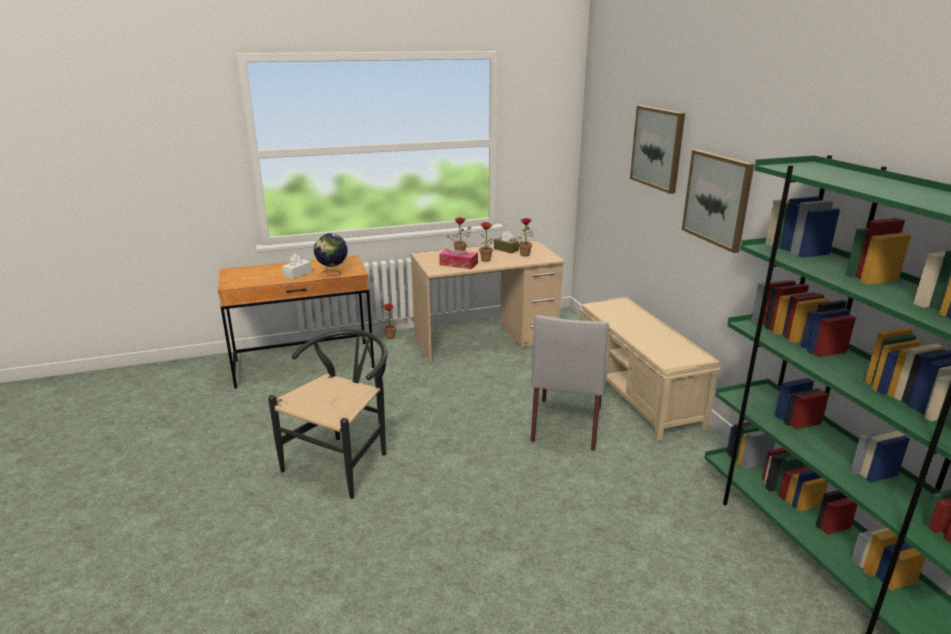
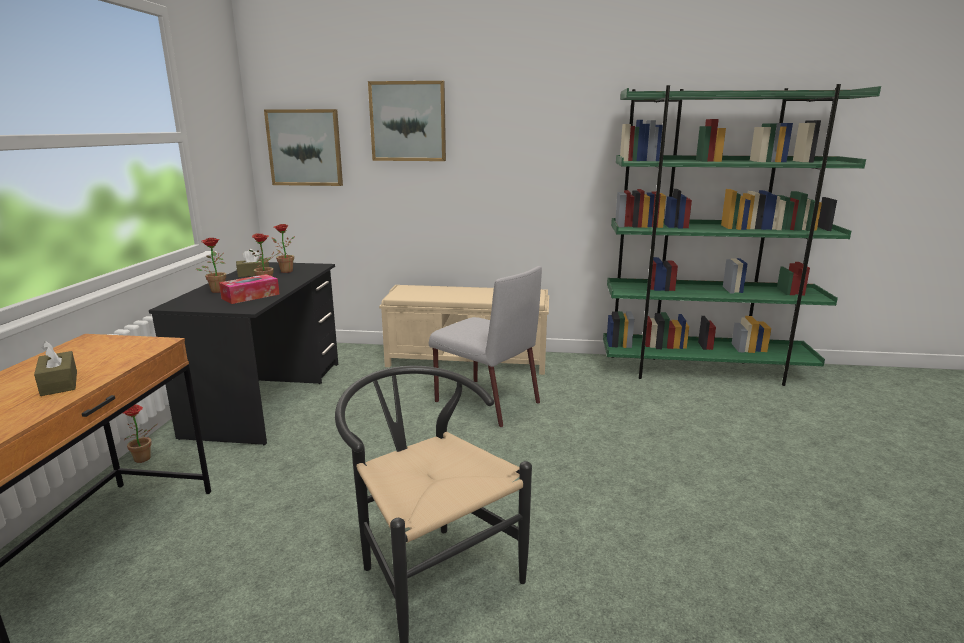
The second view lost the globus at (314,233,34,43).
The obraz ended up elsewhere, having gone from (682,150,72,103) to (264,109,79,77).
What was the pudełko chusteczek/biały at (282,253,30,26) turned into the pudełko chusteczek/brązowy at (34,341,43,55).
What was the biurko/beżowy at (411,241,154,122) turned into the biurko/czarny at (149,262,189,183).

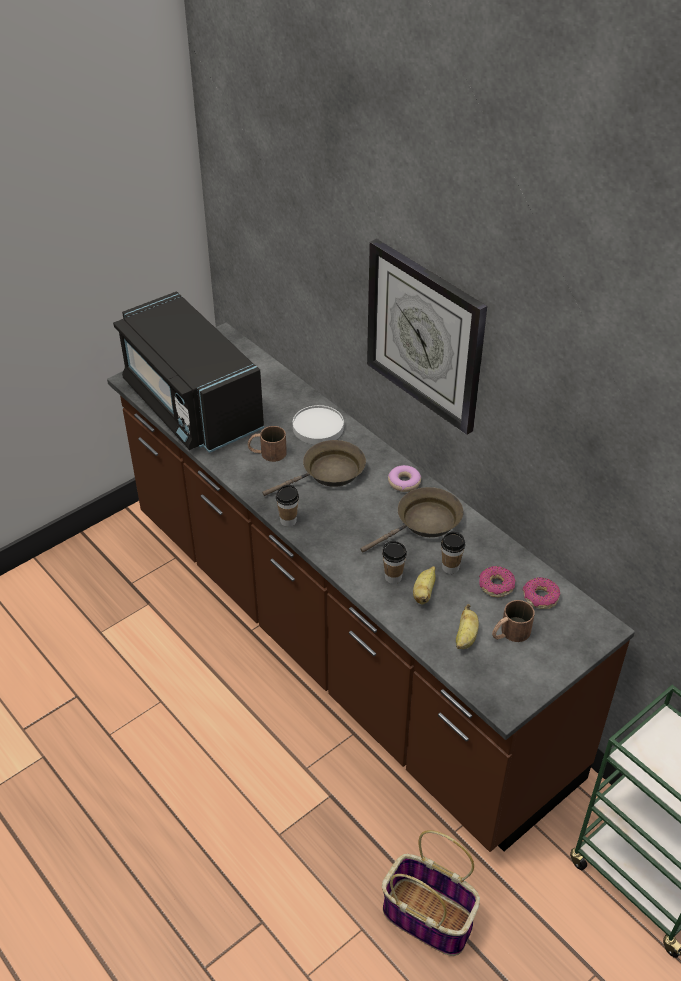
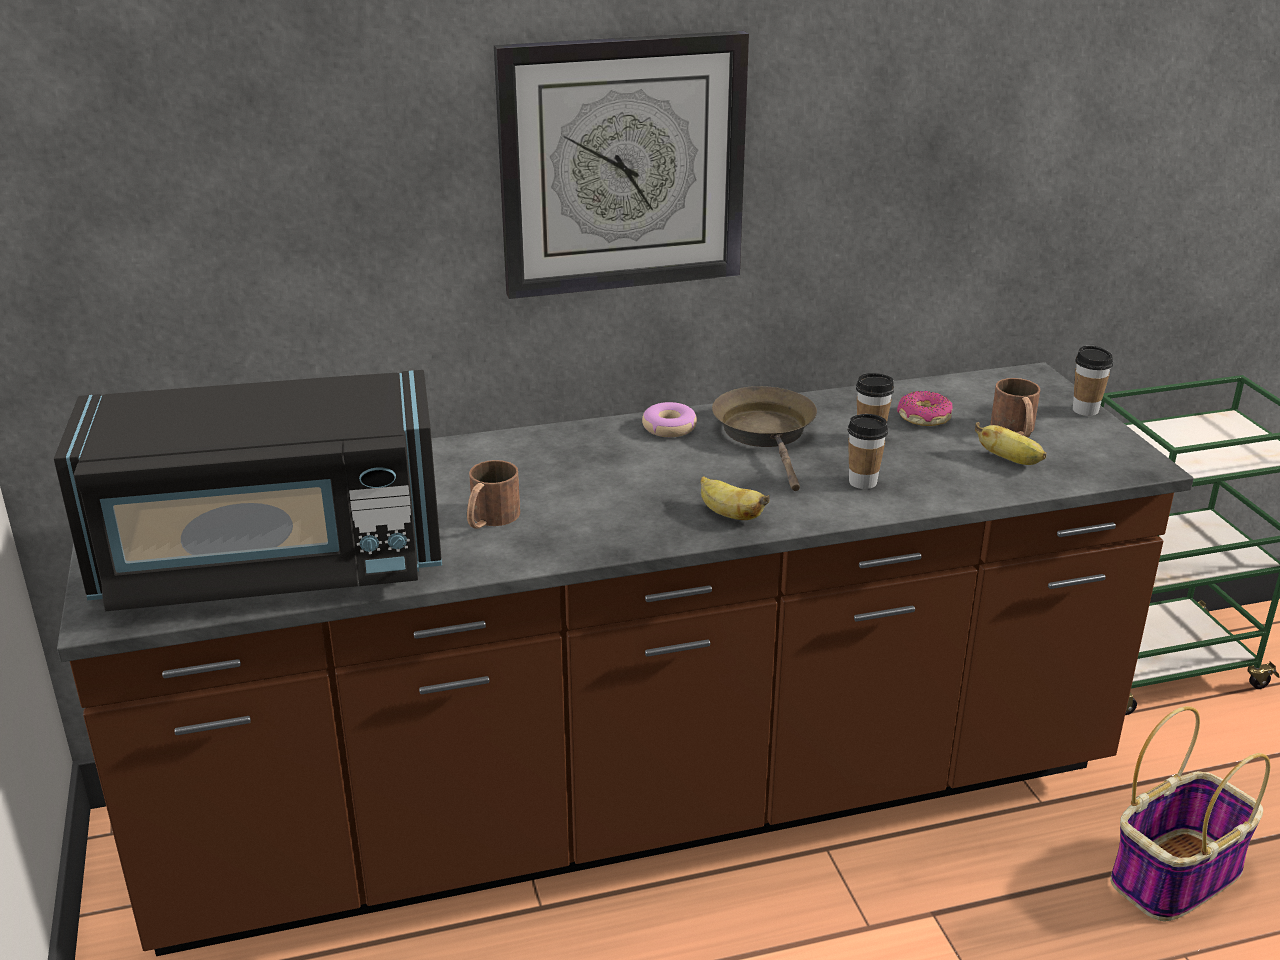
The second view lost the patelnia/brązowy at (262,440,104,56).
The second view lost the talerz/biały at (293,405,51,40).
The second view lost the donut at (523,577,37,32).
The filiżanka ended up elsewhere, having gone from (276,485,23,42) to (1073,346,40,70).
The banan ended up elsewhere, having gone from (413,566,23,39) to (700,476,70,44).

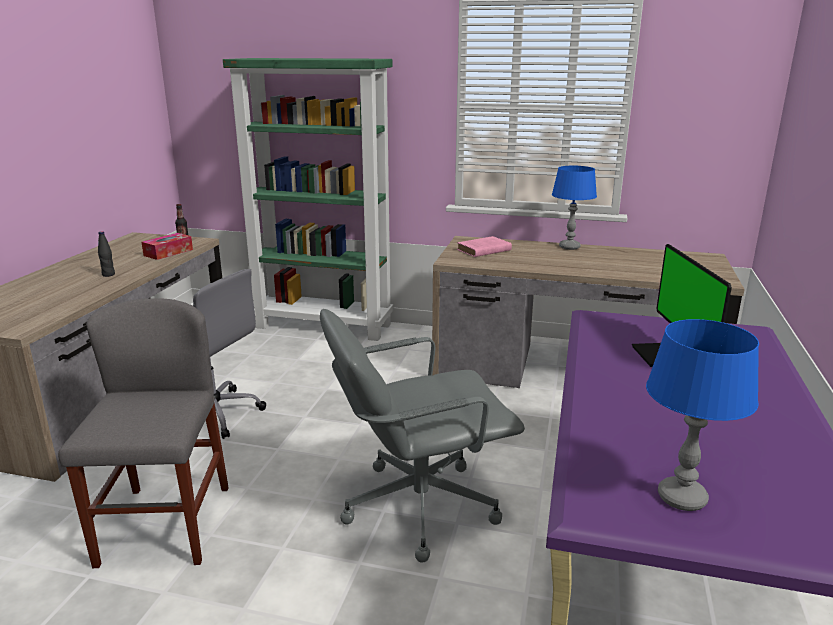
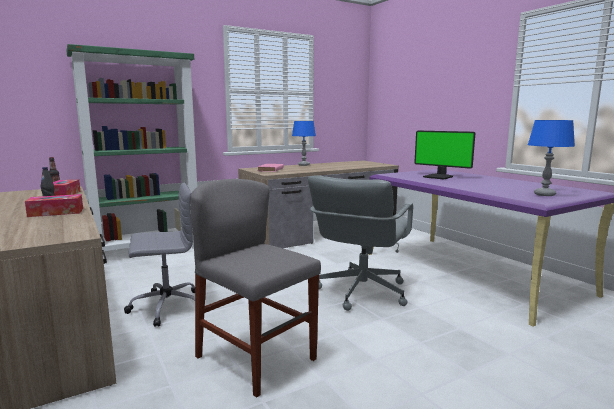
The second view gained the pudełko chusteczek at (25,194,58,23).

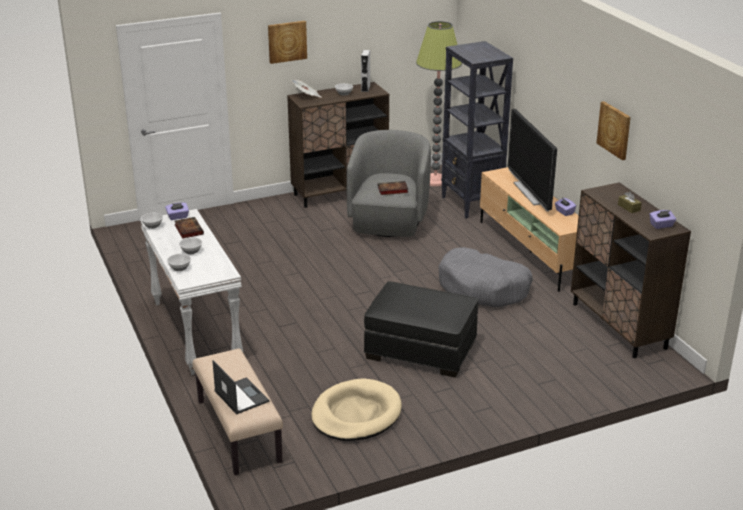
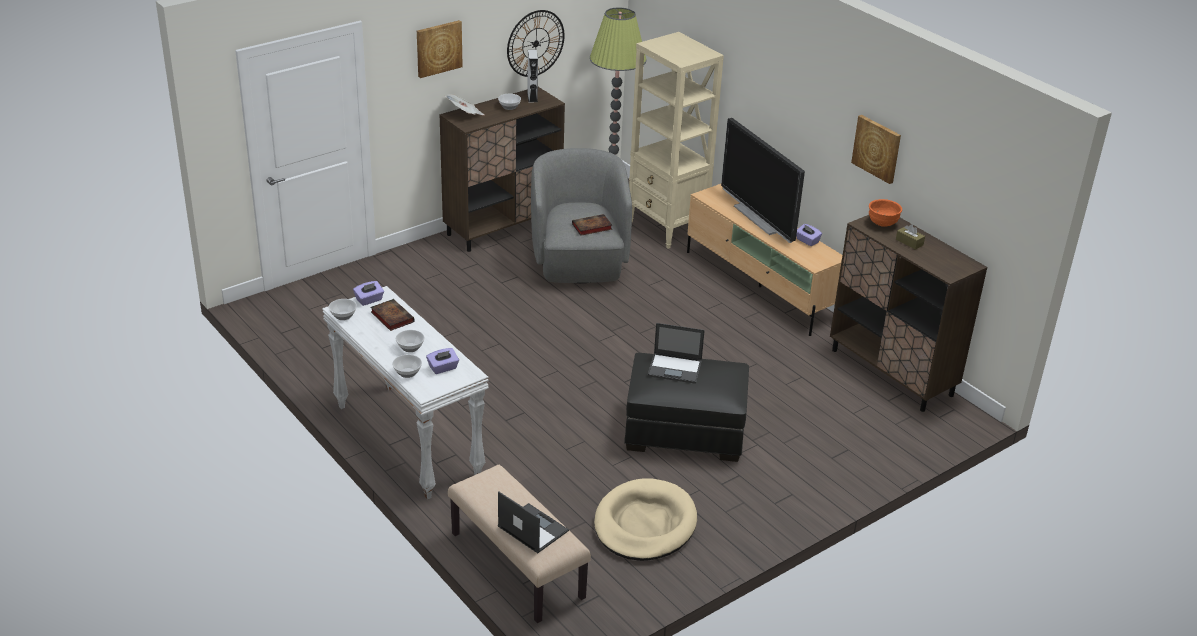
The second view lost the legowisko/szary at (439,247,94,60).
The second view gained the zegar ścienny at (507,10,57,67).
The second view gained the laptop at (648,323,57,61).
The second view gained the miska/pomarańczowy at (869,199,33,28).
The pudełko chusteczek/fioletowy ended up elsewhere, having gone from (650,210,26,19) to (426,348,33,26).
What was the regał/czarny at (441,41,72,178) turned into the regał/beżowy at (629,32,95,217).

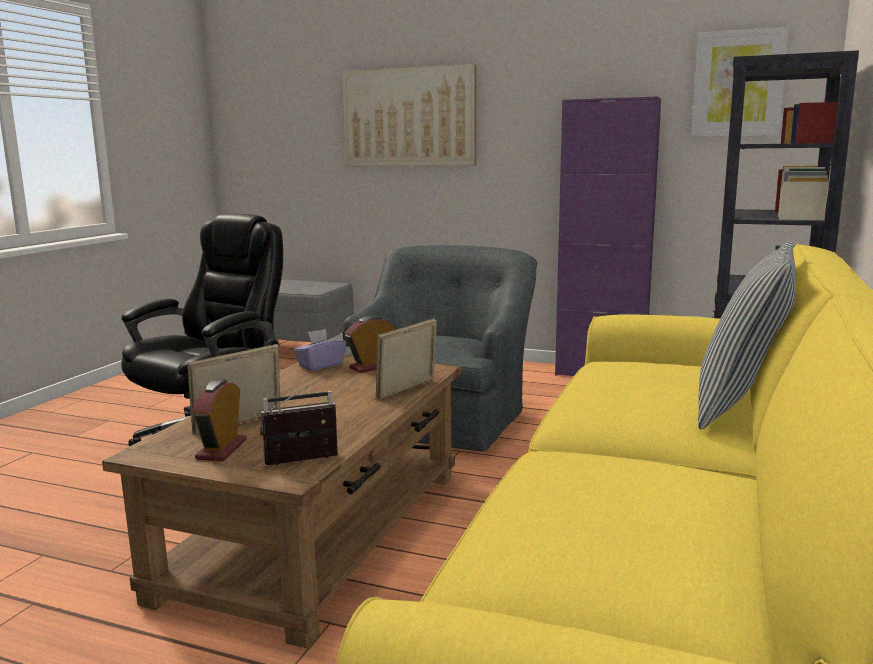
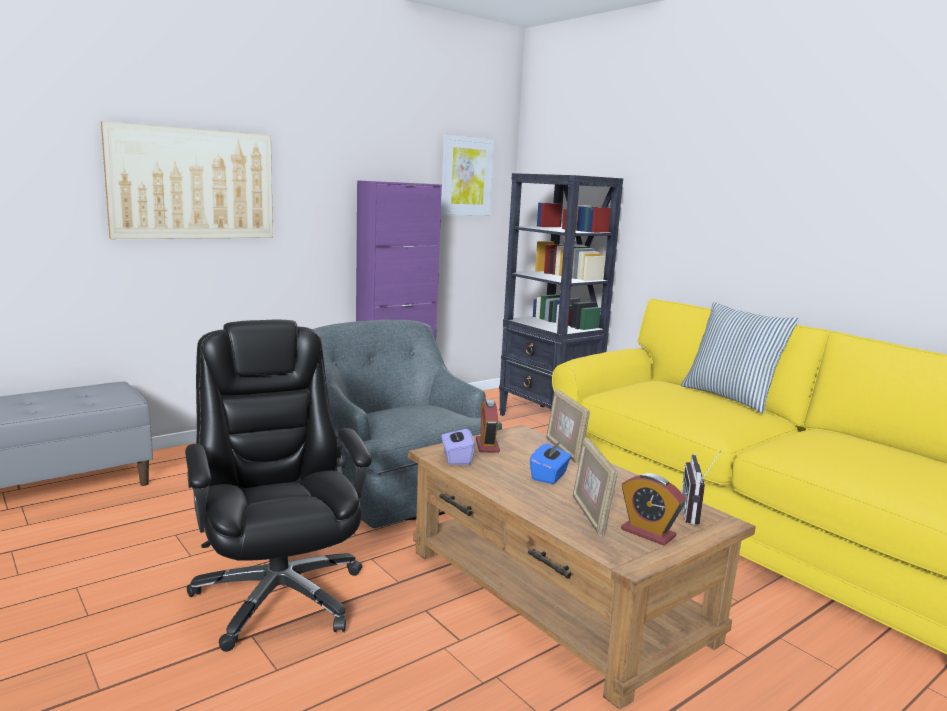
The second view gained the pudełko chusteczek/niebieski at (530,441,41,43).

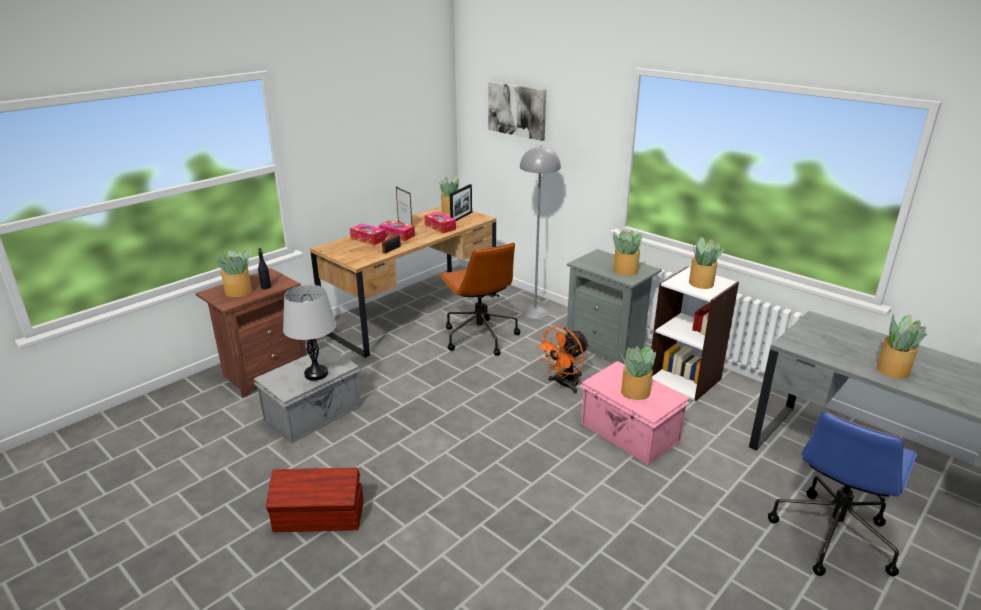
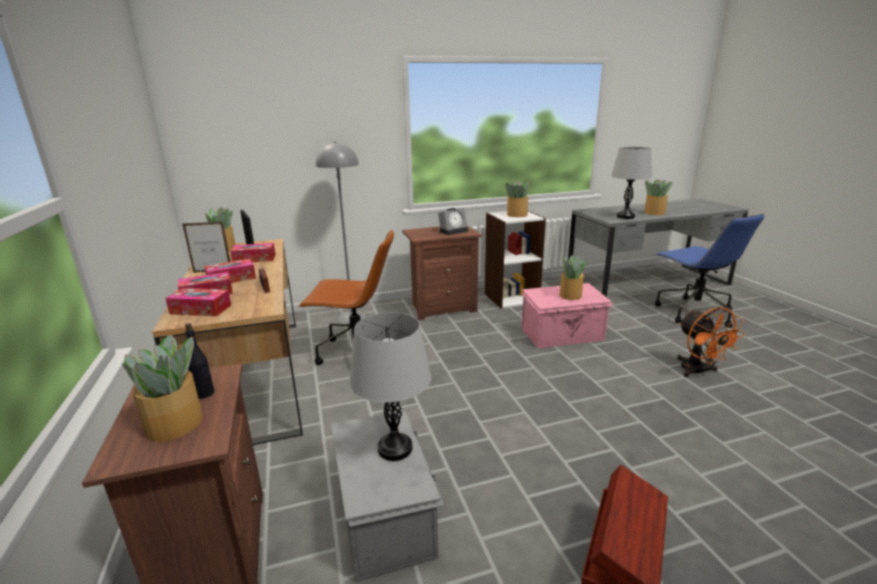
The second view lost the obraz at (488,82,58,59).
The second view gained the pudełko chusteczek at (165,288,66,28).
The second view gained the lampa stołowa/szary at (611,147,41,72).
The wentylator/pomarańczowy ended up elsewhere, having gone from (536,326,54,68) to (677,307,68,70).
Where the roślina doniczkowa stood at (613,230,30,46), the budzik came to stand at (438,208,30,27).
What was the szafka nocna/szary at (566,249,96,115) turned into the szafka nocna/brązowy at (402,226,80,94).

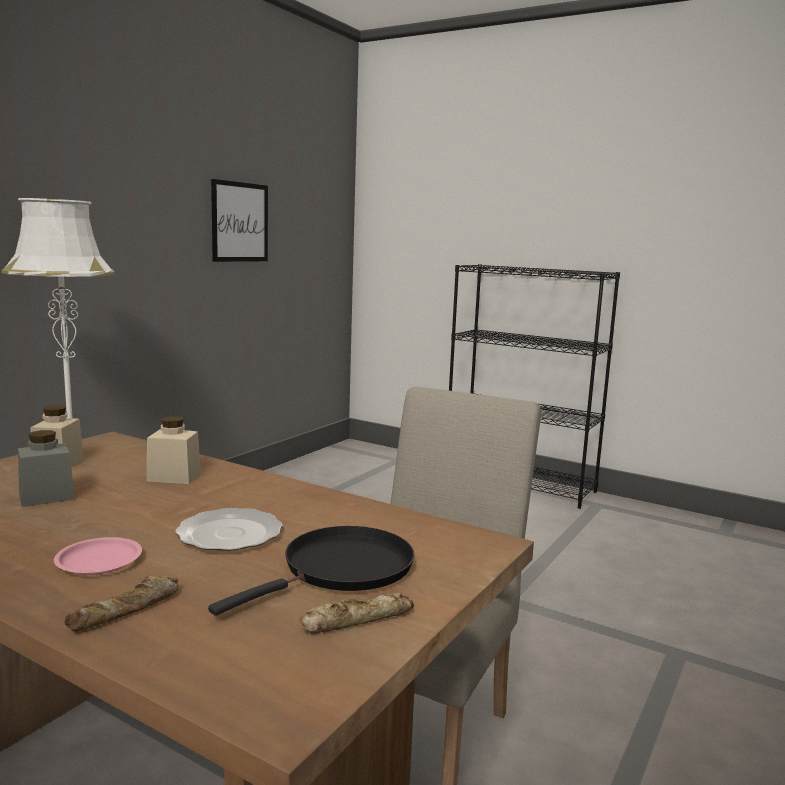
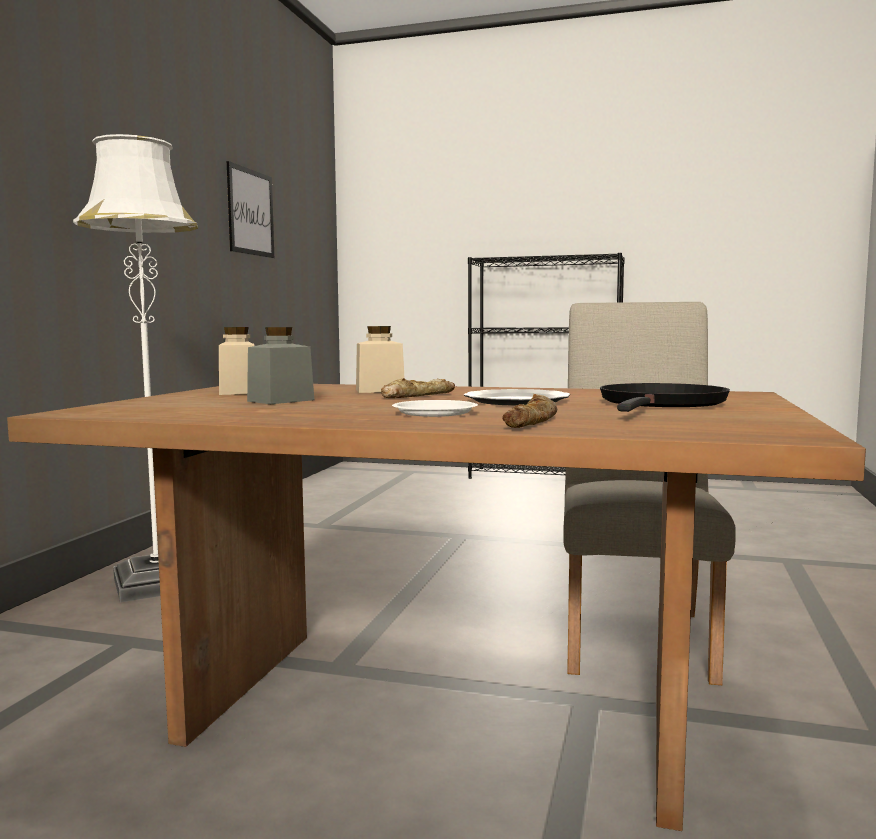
The chleb ended up elsewhere, having gone from (300,593,114,40) to (381,378,74,20).
What was the talerz/różowy at (54,537,88,38) turned into the talerz/biały at (392,400,86,17).

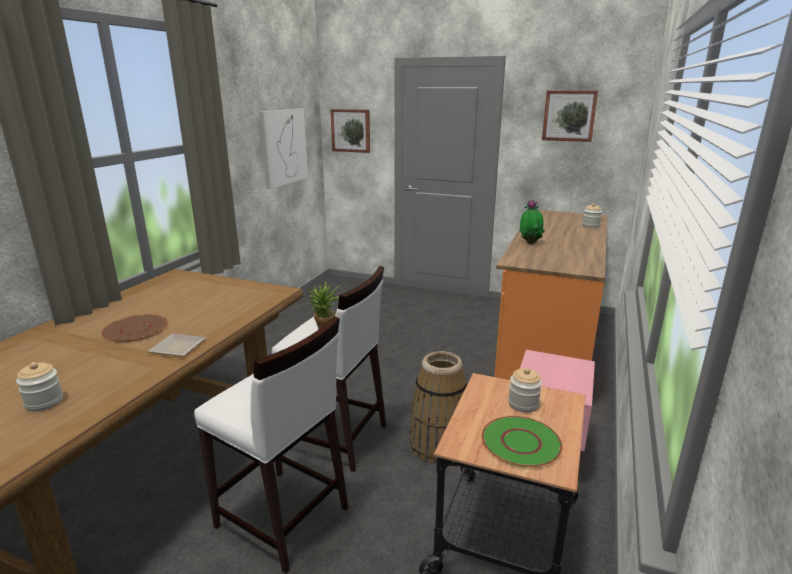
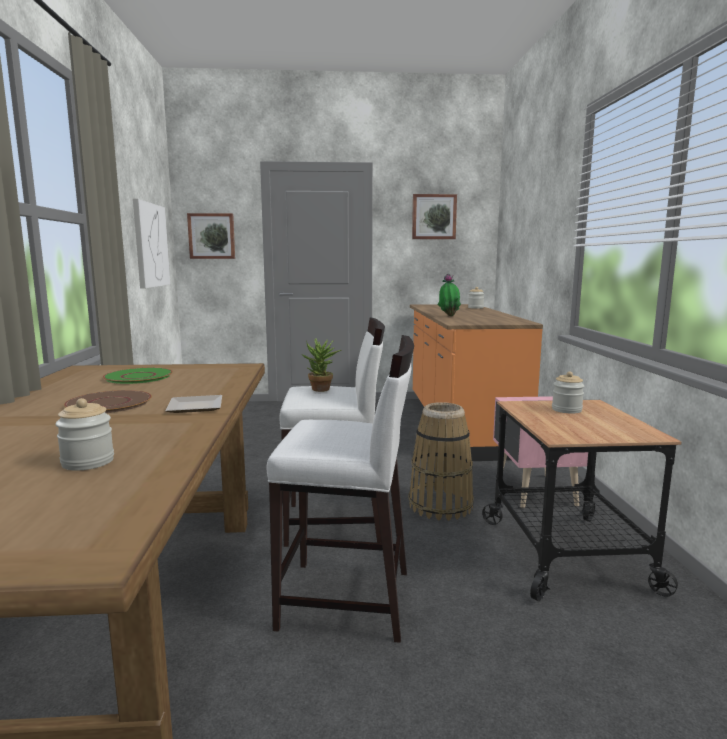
The talerz/zielony ended up elsewhere, having gone from (482,416,80,52) to (103,367,70,17).

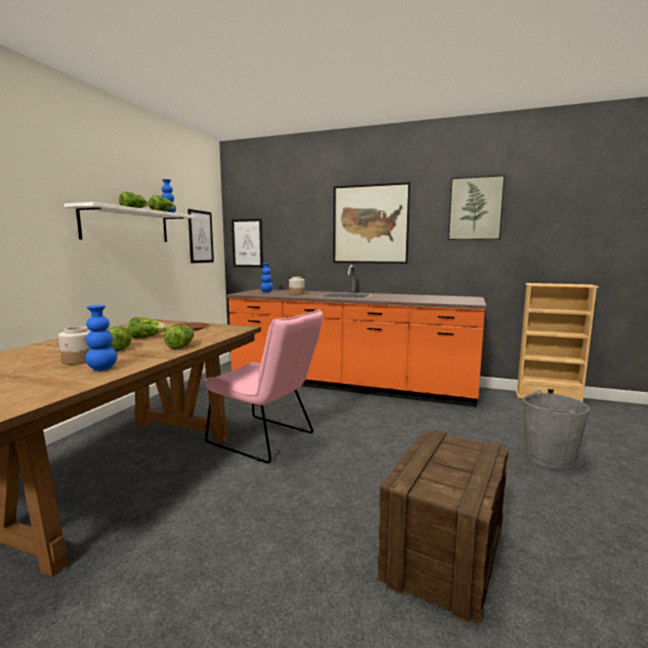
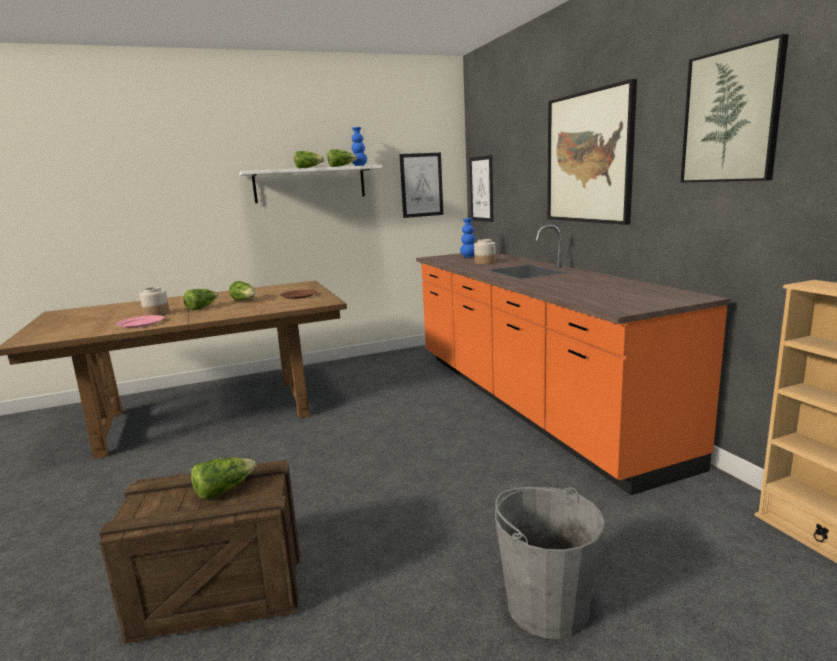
The second view lost the krzesło/różowy at (204,309,119,154).
The sałata ended up elsewhere, having gone from (164,325,30,24) to (191,457,65,42).
Where the wazon/niebieski stood at (85,305,32,66), the talerz/różowy came to stand at (116,315,48,13).

